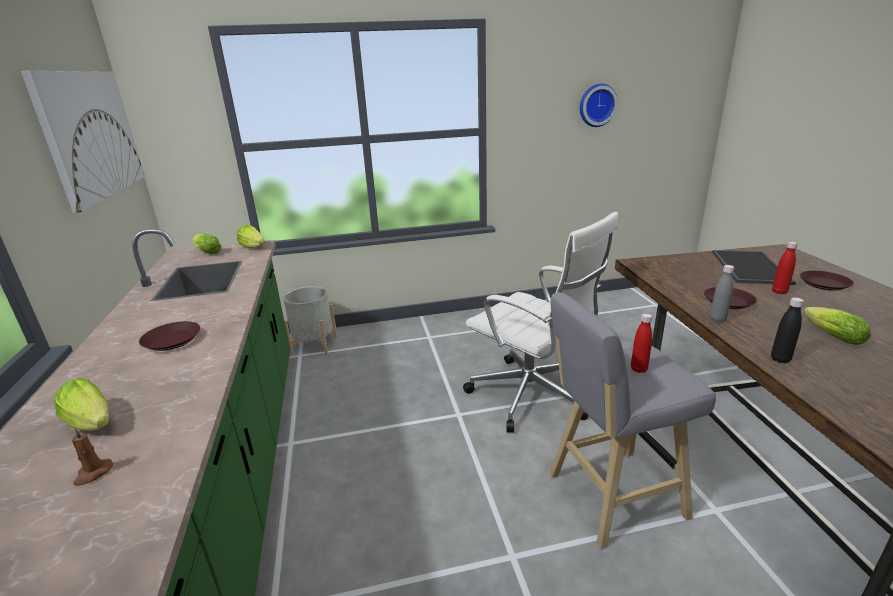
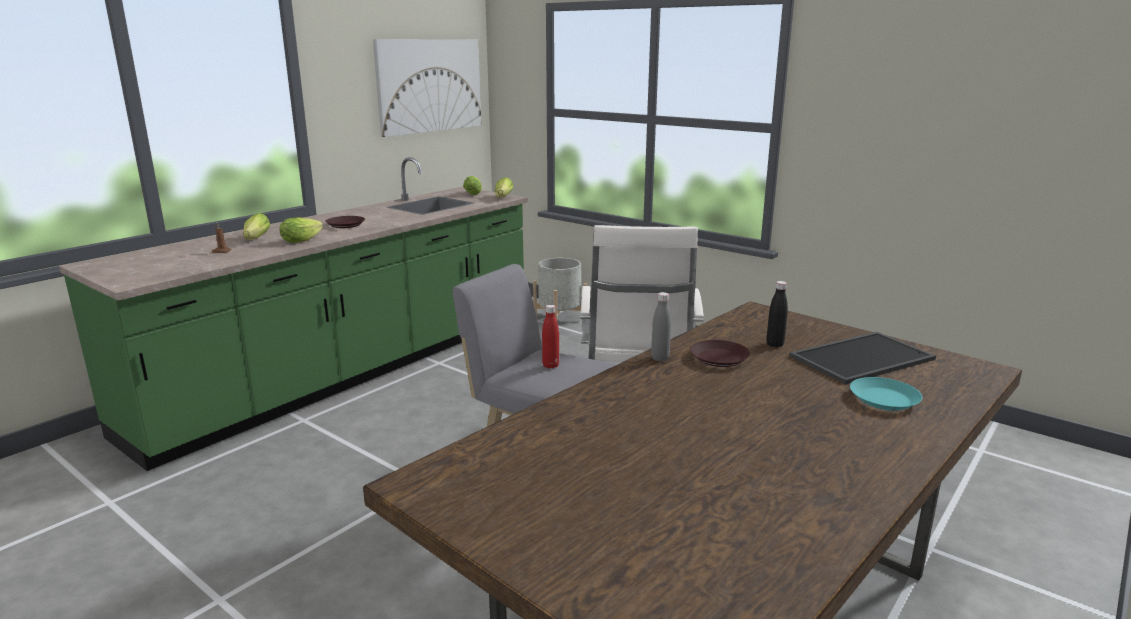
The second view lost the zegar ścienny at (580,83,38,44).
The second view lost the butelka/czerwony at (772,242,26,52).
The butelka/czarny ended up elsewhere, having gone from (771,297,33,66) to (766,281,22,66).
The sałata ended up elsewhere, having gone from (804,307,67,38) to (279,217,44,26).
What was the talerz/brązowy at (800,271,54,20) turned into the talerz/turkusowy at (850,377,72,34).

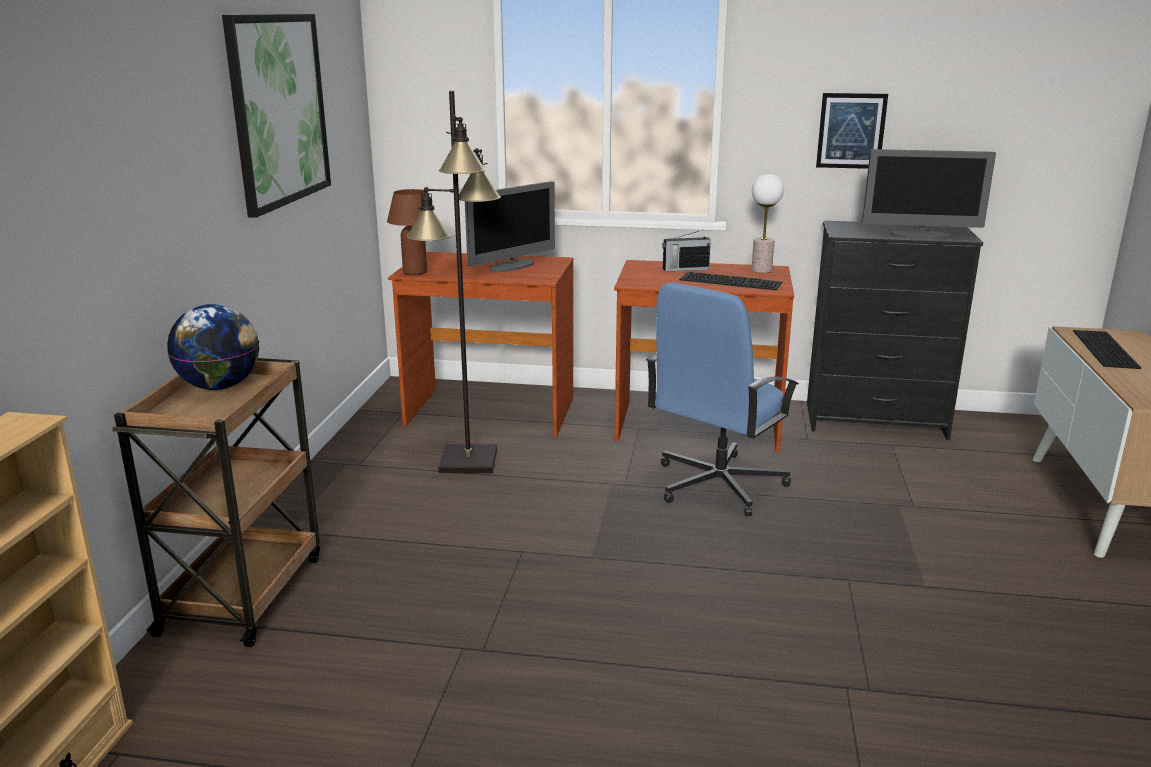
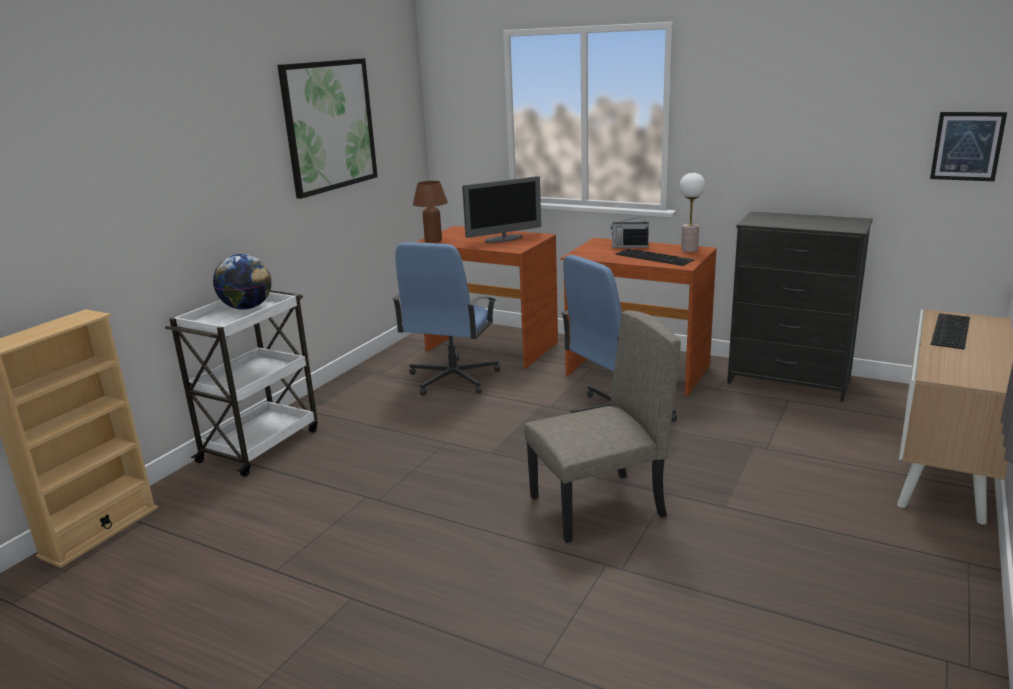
The second view lost the monitor at (862,149,134,90).
The second view gained the krzesło/beżowy at (524,310,157,233).
The obraz ended up elsewhere, having gone from (816,93,72,76) to (930,112,77,69).
Where the lampa stojąca/czarny stood at (406,91,95,382), the krzesło biurowe/niebieski came to stand at (393,242,107,154).
What was the wózek/brązowy at (112,358,208,289) turned into the wózek/biały at (165,290,153,187).

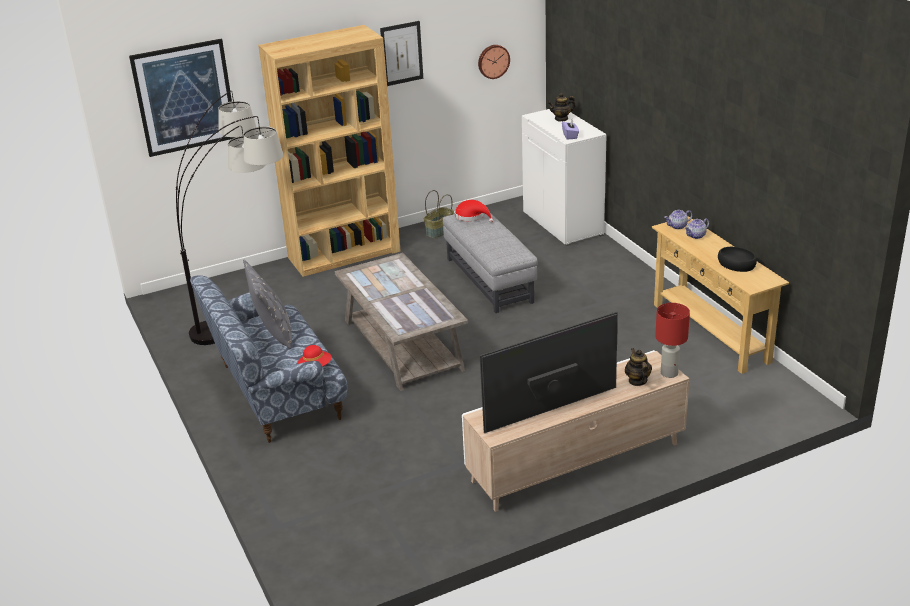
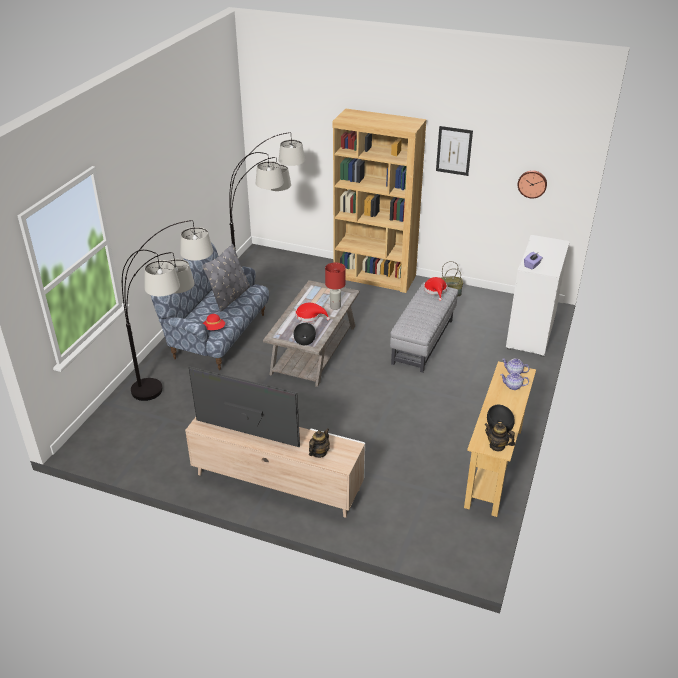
The second view lost the obraz at (129,39,106,118).
The second view gained the lampa stojąca at (121,220,92,181).
The second view gained the miska/czarny at (294,323,22,22).
The second view gained the kapelusz/czerwony at (295,303,35,19).
The imbryk ended up elsewhere, having gone from (547,93,29,28) to (484,423,31,28).
The lampa stołowa/czerwony ended up elsewhere, having gone from (655,303,35,75) to (325,263,21,47).

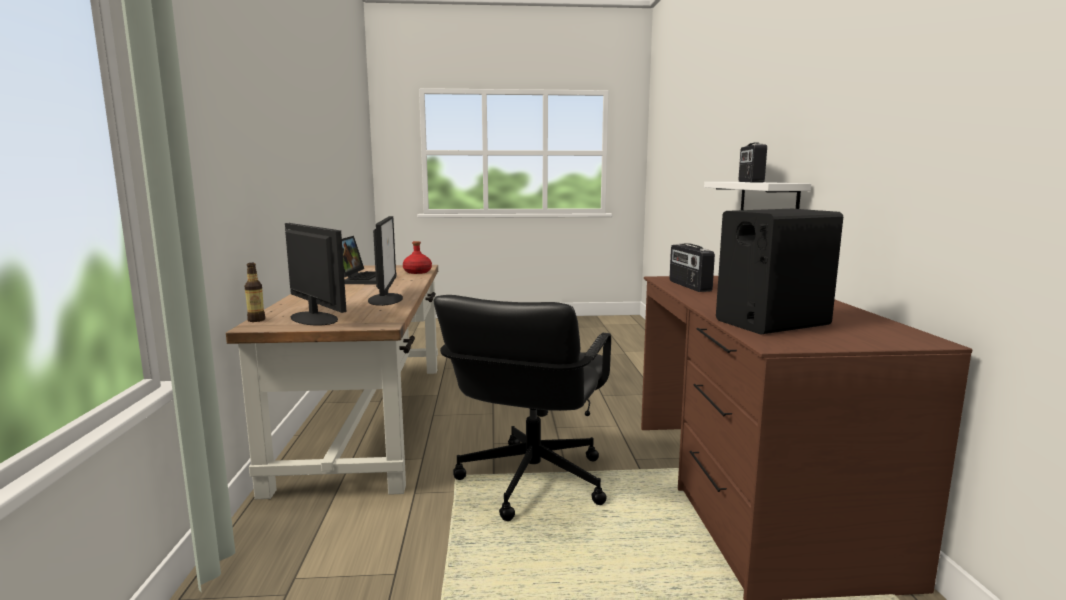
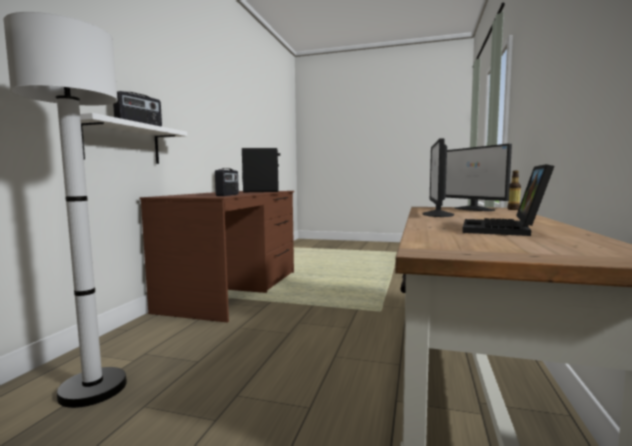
The second view lost the butelka/czerwony at (403,241,29,33).
The second view lost the krzesło biurowe/czarny at (434,295,177,226).
The second view gained the lampa stojąca/biały at (3,12,124,396).

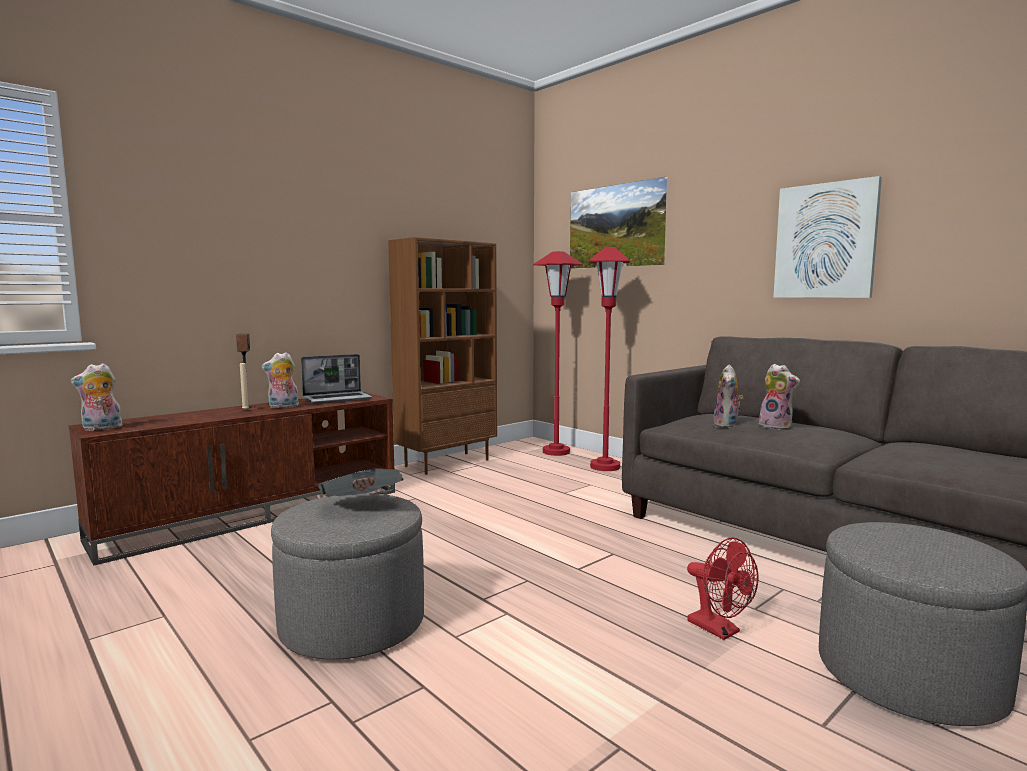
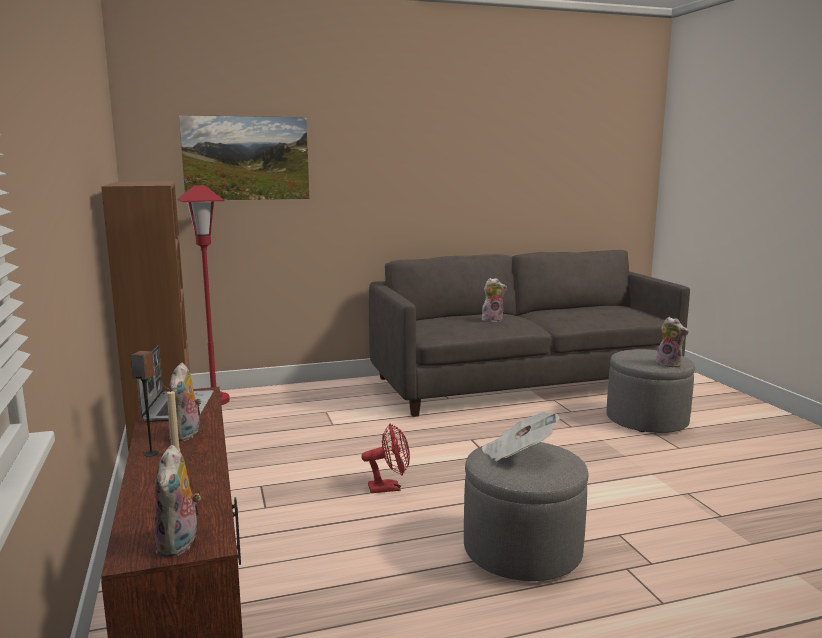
The second view lost the lampa stojąca/czerwony at (589,247,41,224).
The second view lost the obraz at (773,176,109,122).
The wentylator/czerwony ended up elsewhere, having gone from (687,538,71,102) to (361,424,49,69).
The pluszak ended up elsewhere, having gone from (713,365,30,63) to (656,317,33,51).

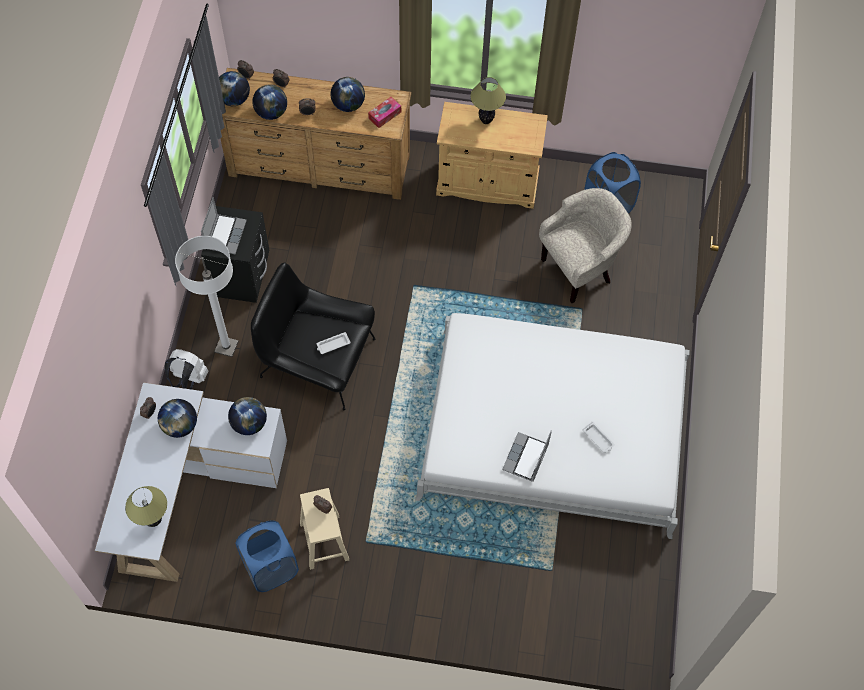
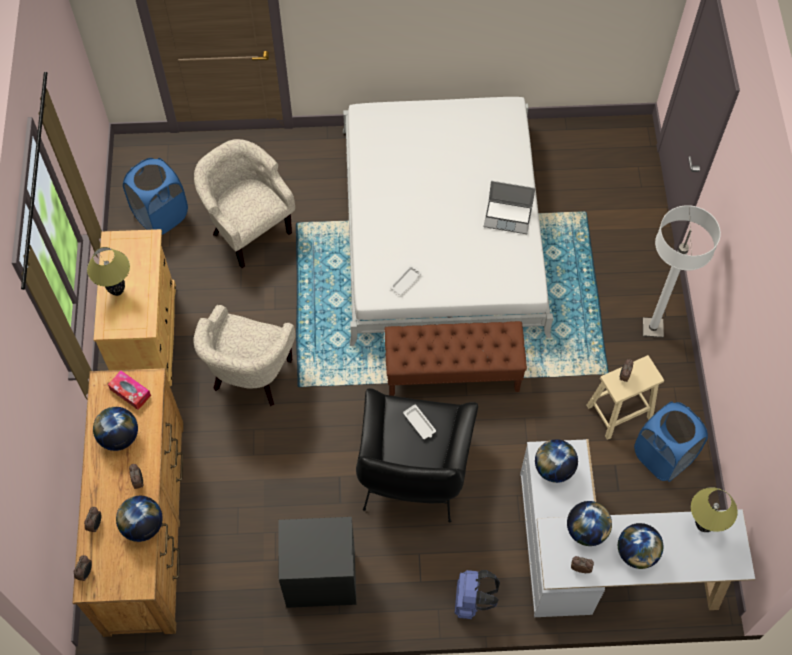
The second view lost the laptop at (201,197,46,57).
The second view gained the fotel/beżowy at (193,305,103,101).
The second view gained the ławka/brązowy at (385,321,142,75).
The lampa stojąca/biały ended up elsewhere, having gone from (175,236,64,121) to (643,205,78,133).
The globus ended up elsewhere, having gone from (219,71,31,35) to (618,523,46,46).
The taca/biały ended up elsewhere, having gone from (583,421,32,32) to (390,265,32,30).
What was the plecak/biały at (165,349,43,40) turned into the plecak/niebieski at (455,570,45,49).

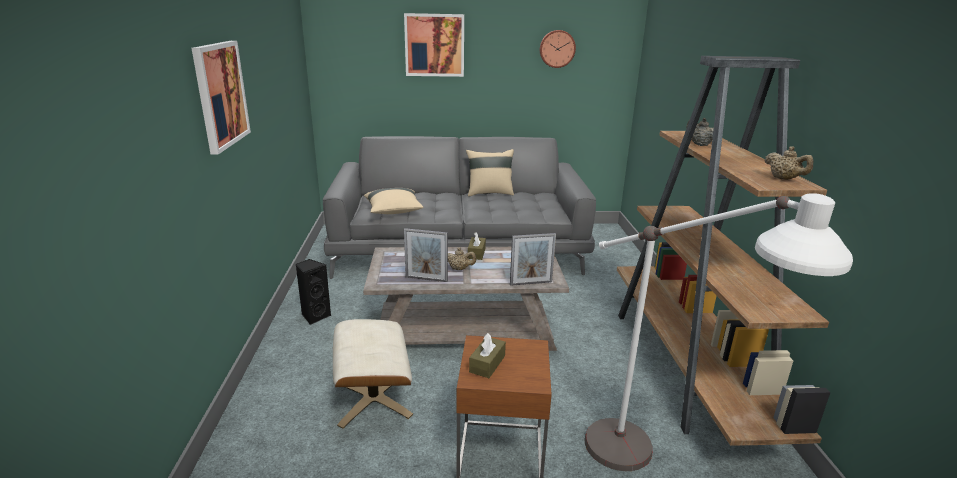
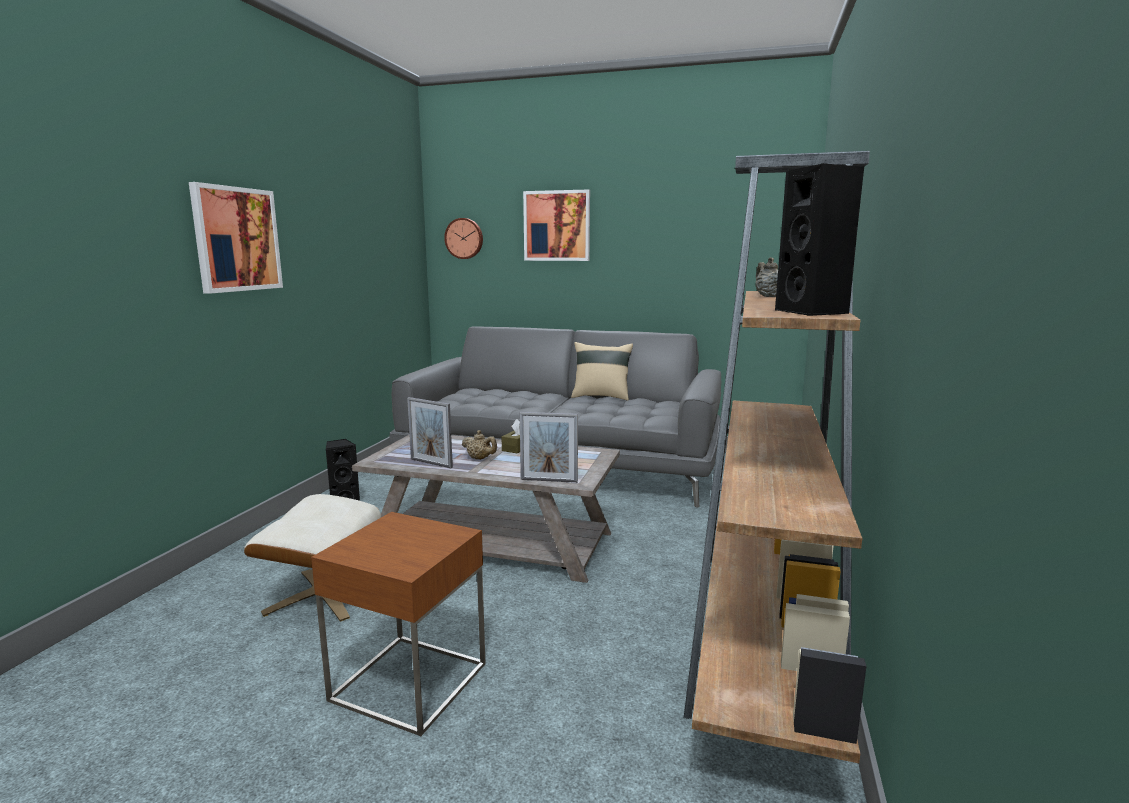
The second view lost the poduszka/beżowy at (364,188,60,26).
The second view lost the pudełko chusteczek/brązowy at (469,334,37,44).
The second view lost the lampa stojąca/biały at (584,194,269,277).
The zegar ścienny ended up elsewhere, having gone from (540,30,36,38) to (444,218,39,41).
Where the imbryk/beżowy stood at (764,146,50,34), the głośnik/czarny came to stand at (775,163,89,153).

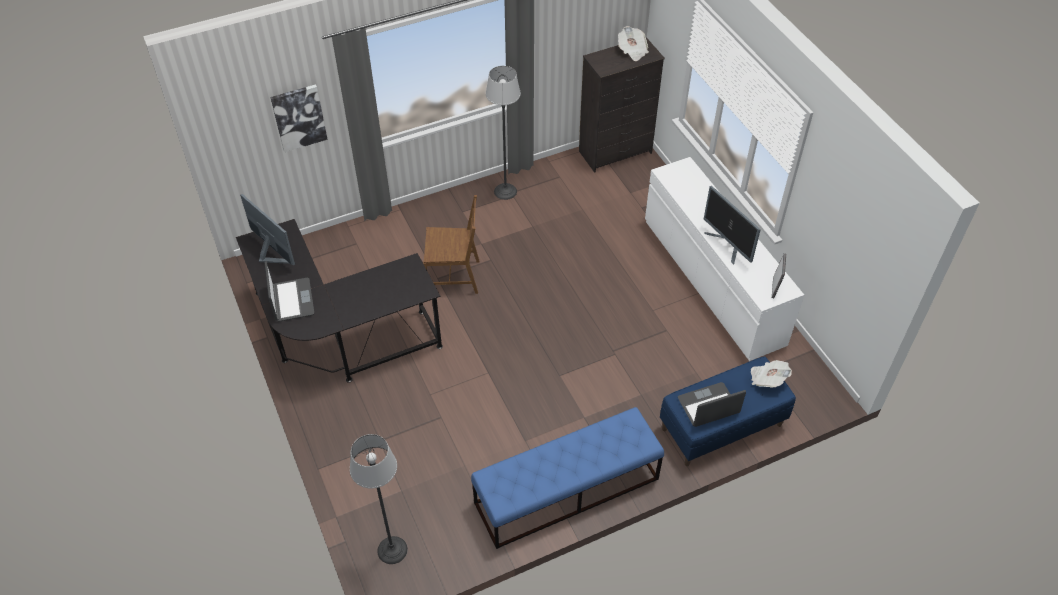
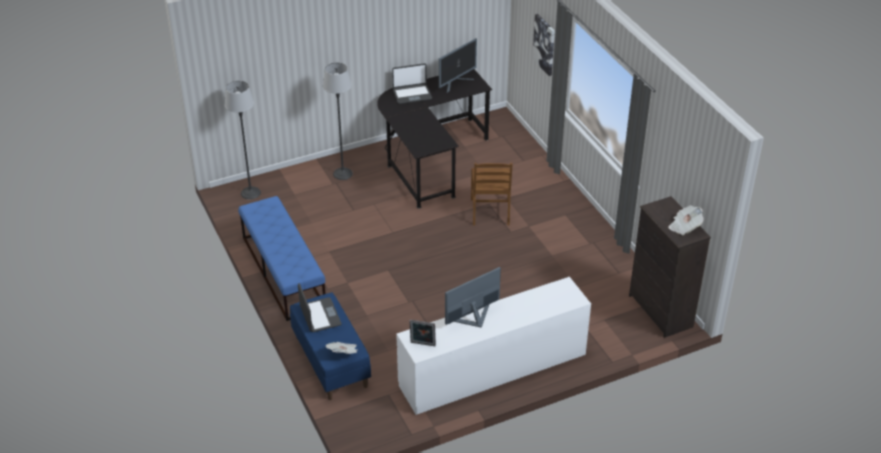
The lampa stojąca ended up elsewhere, having gone from (486,66,35,134) to (323,62,30,118).

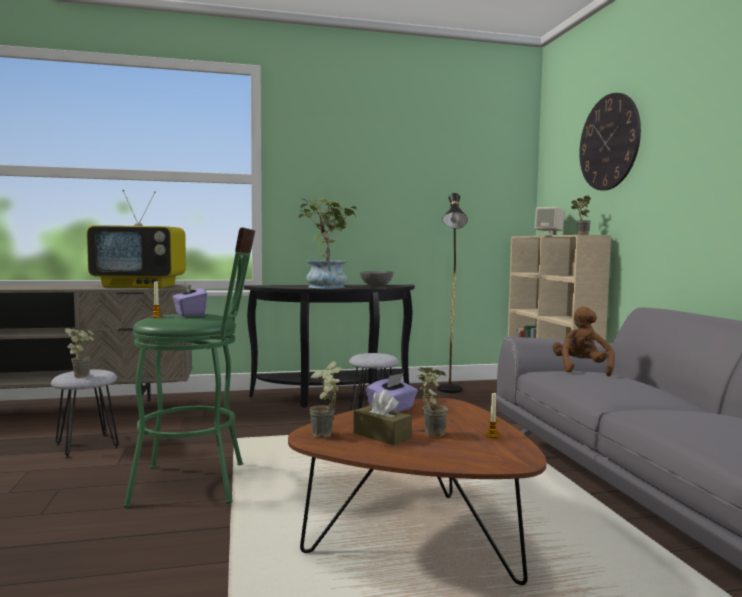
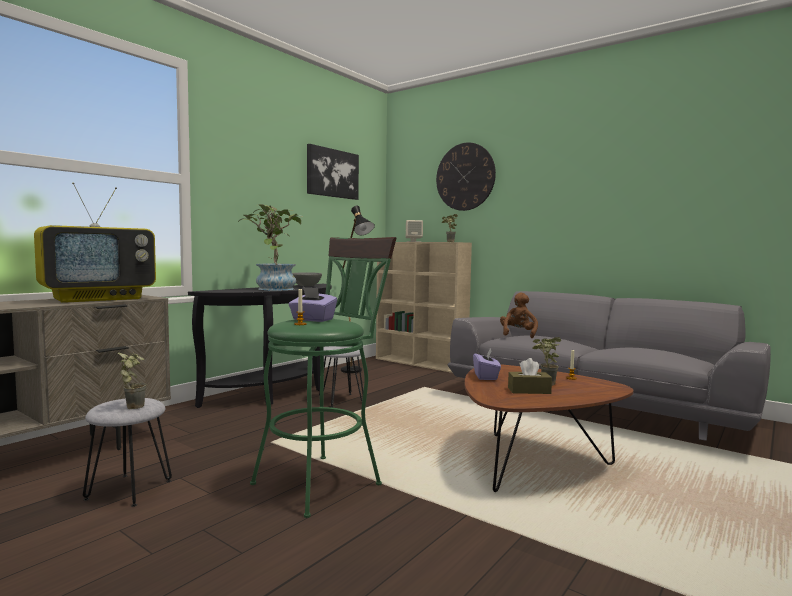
The second view lost the roślina doniczkowa at (309,361,33,77).
The second view gained the obraz at (307,144,52,56).
The pluszak/brązowy at (553,307,62,69) ended up facing another way, 45 degrees clockwise from before.

